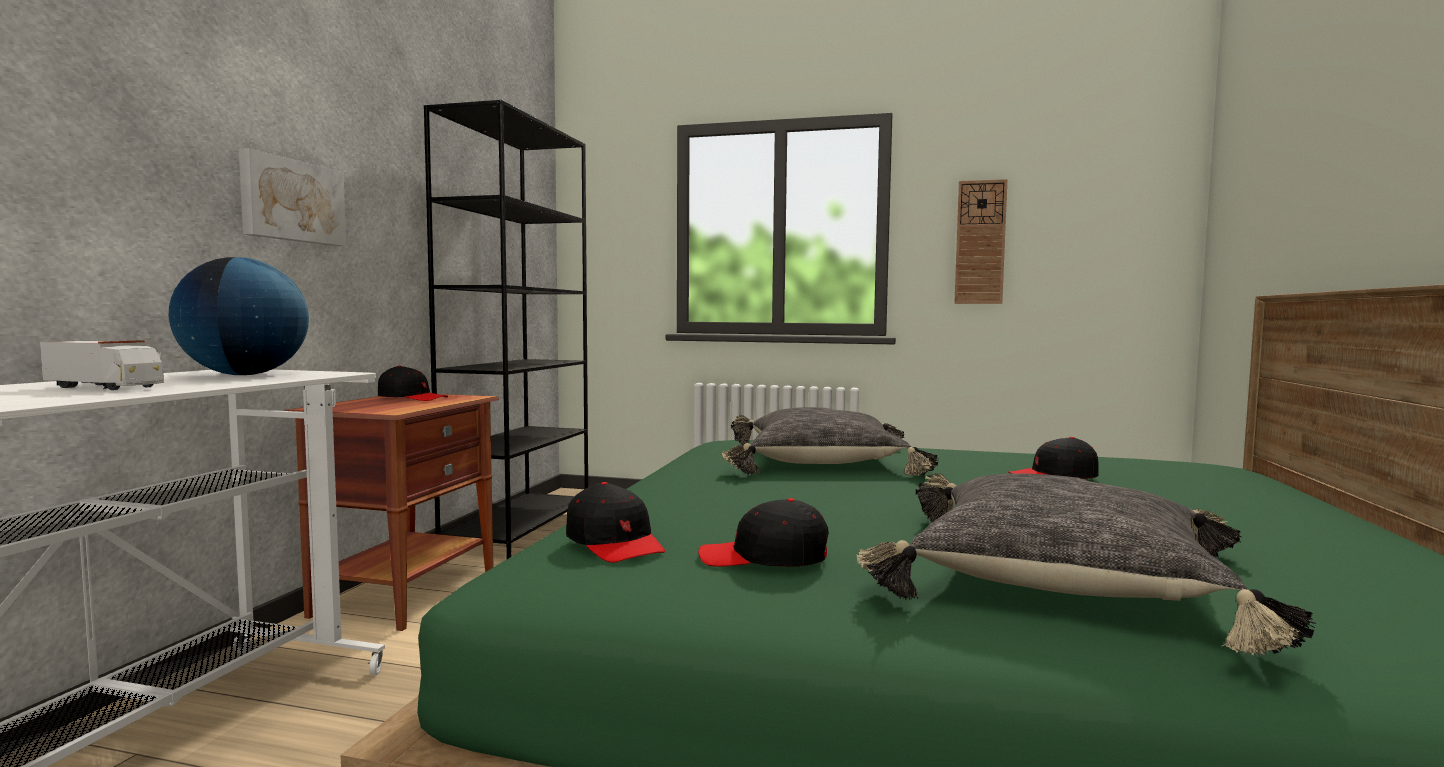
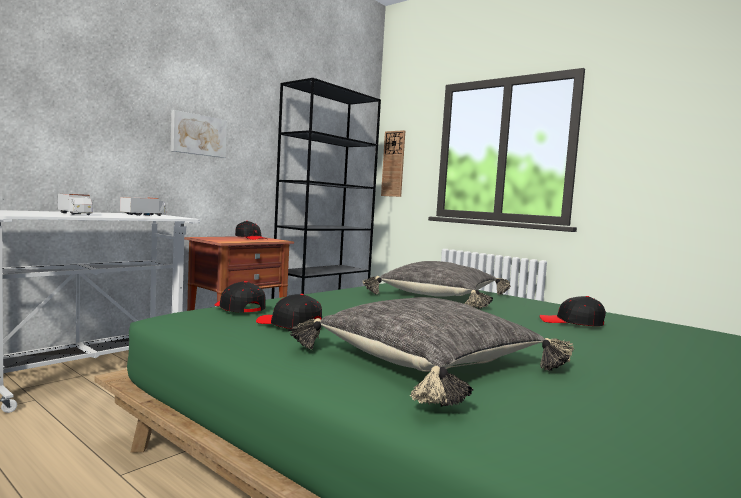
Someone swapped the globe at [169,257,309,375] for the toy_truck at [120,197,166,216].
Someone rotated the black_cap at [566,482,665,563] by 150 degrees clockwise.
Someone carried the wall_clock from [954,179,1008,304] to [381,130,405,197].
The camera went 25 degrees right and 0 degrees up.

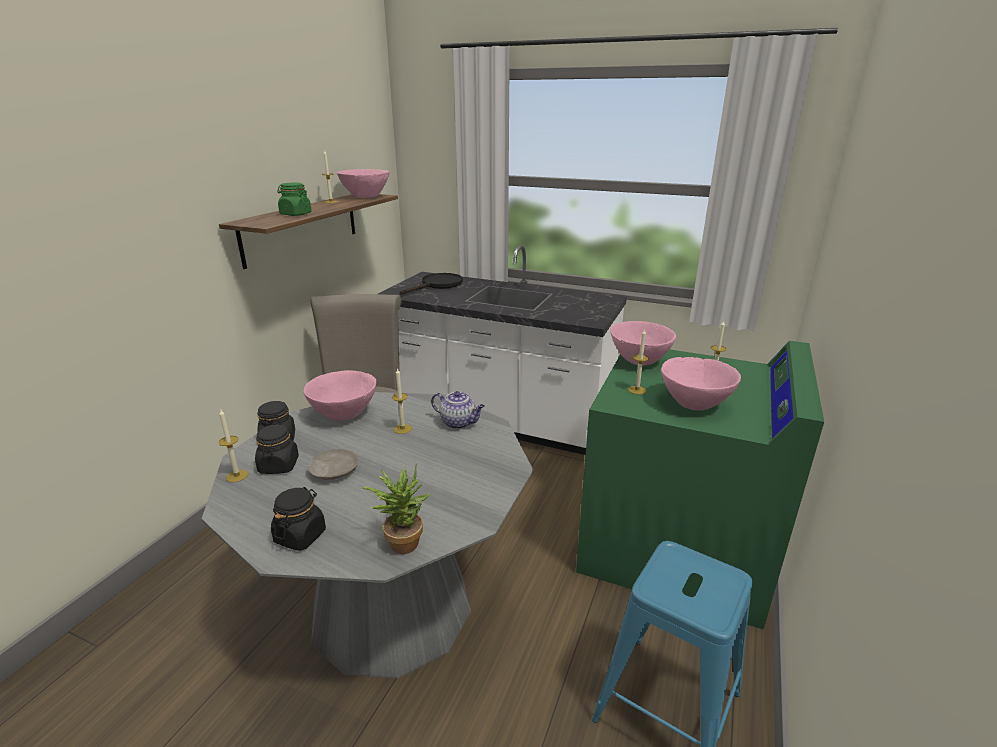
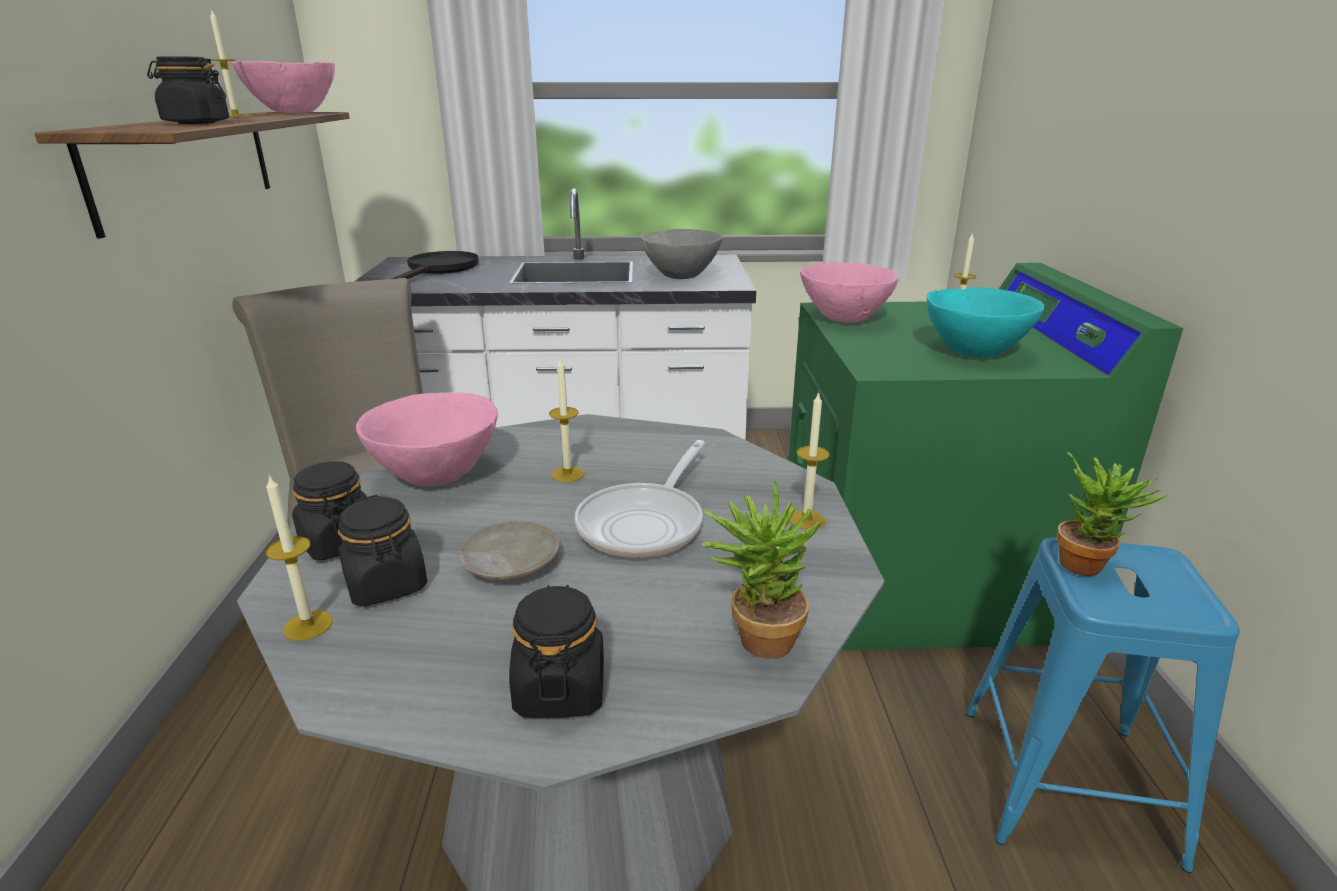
Someone repainted the green_jar at [277,183,312,216], which became the black_jar at [147,56,229,124].
Someone put down the frying_pan at [575,440,705,558].
Someone put down the grey_bowl at [640,229,722,279].
Someone carried the candle from [628,329,649,394] to [789,391,829,530].
Someone repainted the pink_bowl at [661,357,741,411], which became the turquoise_bowl at [927,287,1044,358].
Someone put down the potted_plant at [1056,453,1168,576].
Someone took away the teapot at [431,391,485,429].
The camera went 25 degrees left and 0 degrees up.

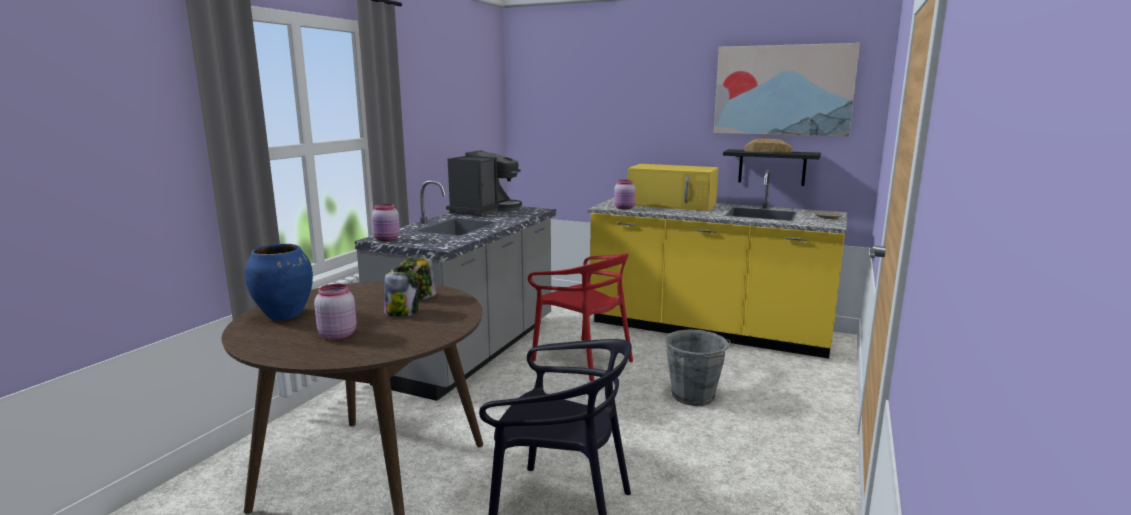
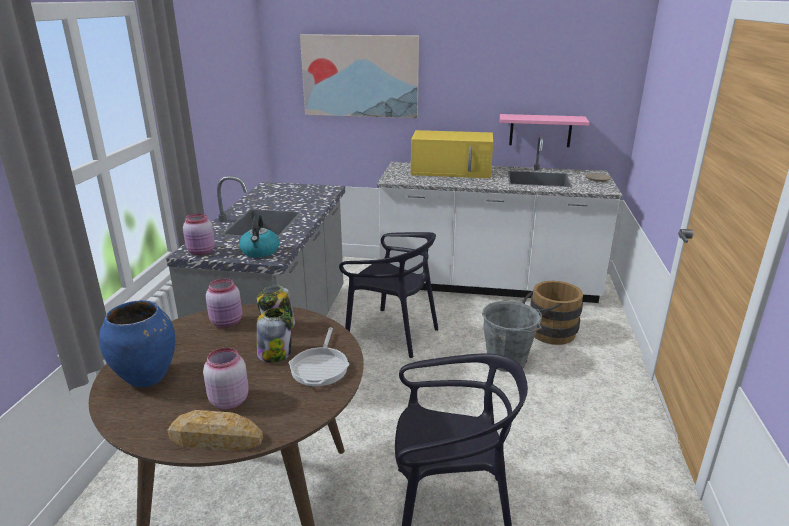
Someone carried the bread from [744,138,792,153] to [167,410,263,451].
Someone carried the pink_jar from [614,180,635,209] to [206,279,242,328].
Someone put down the kettle at [239,215,279,258].
Someone put down the frying_pan at [289,327,350,387].
Someone carried the picture from [714,43,860,137] to [300,34,419,118].
Someone repainted the red_chair at [528,253,633,381], which became the black_chair at [339,232,439,358].
Someone repainted the yellow_counter at [588,170,847,359], which became the white_counter at [377,135,623,303].
Someone repainted the black_shelf at [723,149,821,186], which became the pink_shelf at [500,114,590,147].
Someone put down the brown_bucket at [522,281,583,345].
Someone took away the coffee_machine at [446,150,522,216].
The camera went 15 degrees left and 10 degrees up.

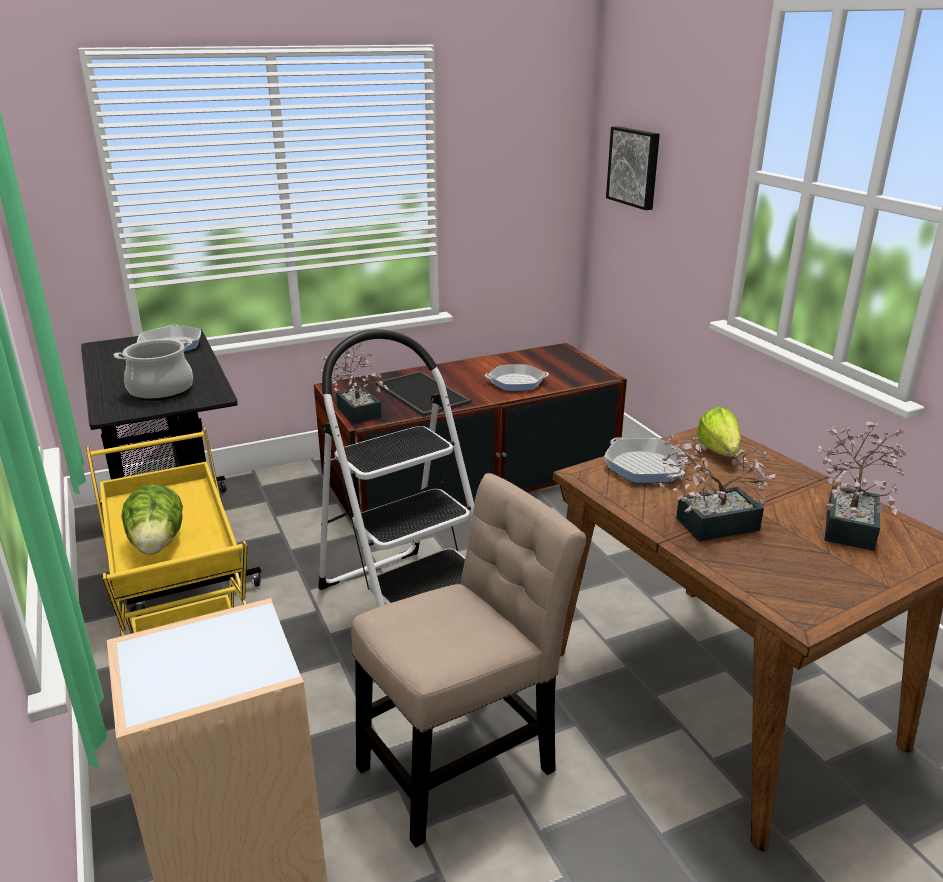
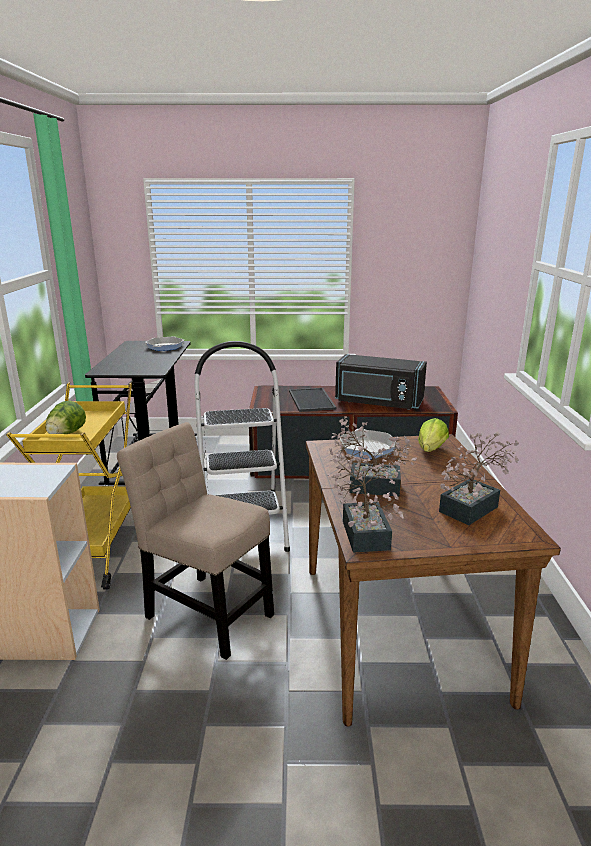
Someone rotated the beige_chair at [351,473,586,847] by 135 degrees counterclockwise.
Someone carried the potted_plant from [320,343,389,424] to [327,446,404,552].
Someone swapped the frying_pan at [485,364,549,391] for the black_microwave at [335,354,427,410].
Someone took away the cooking_pot at [114,339,193,401].
Someone took away the picture at [606,126,660,210].
The camera went 25 degrees right and 5 degrees down.

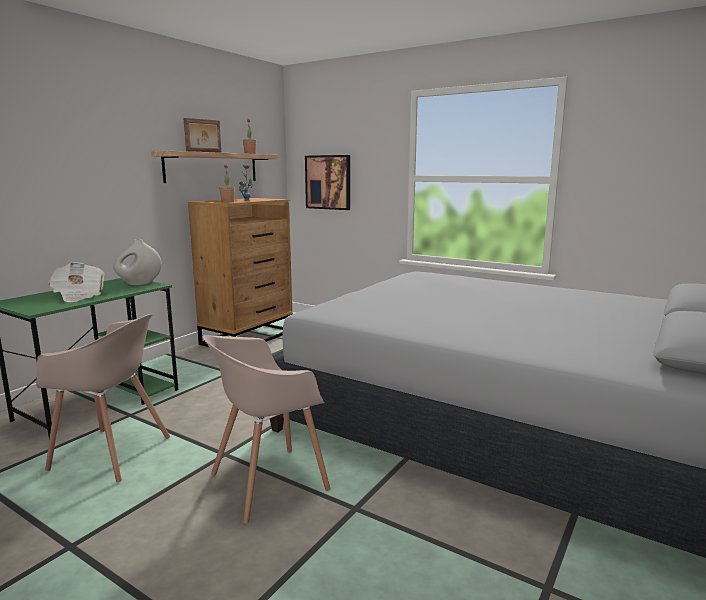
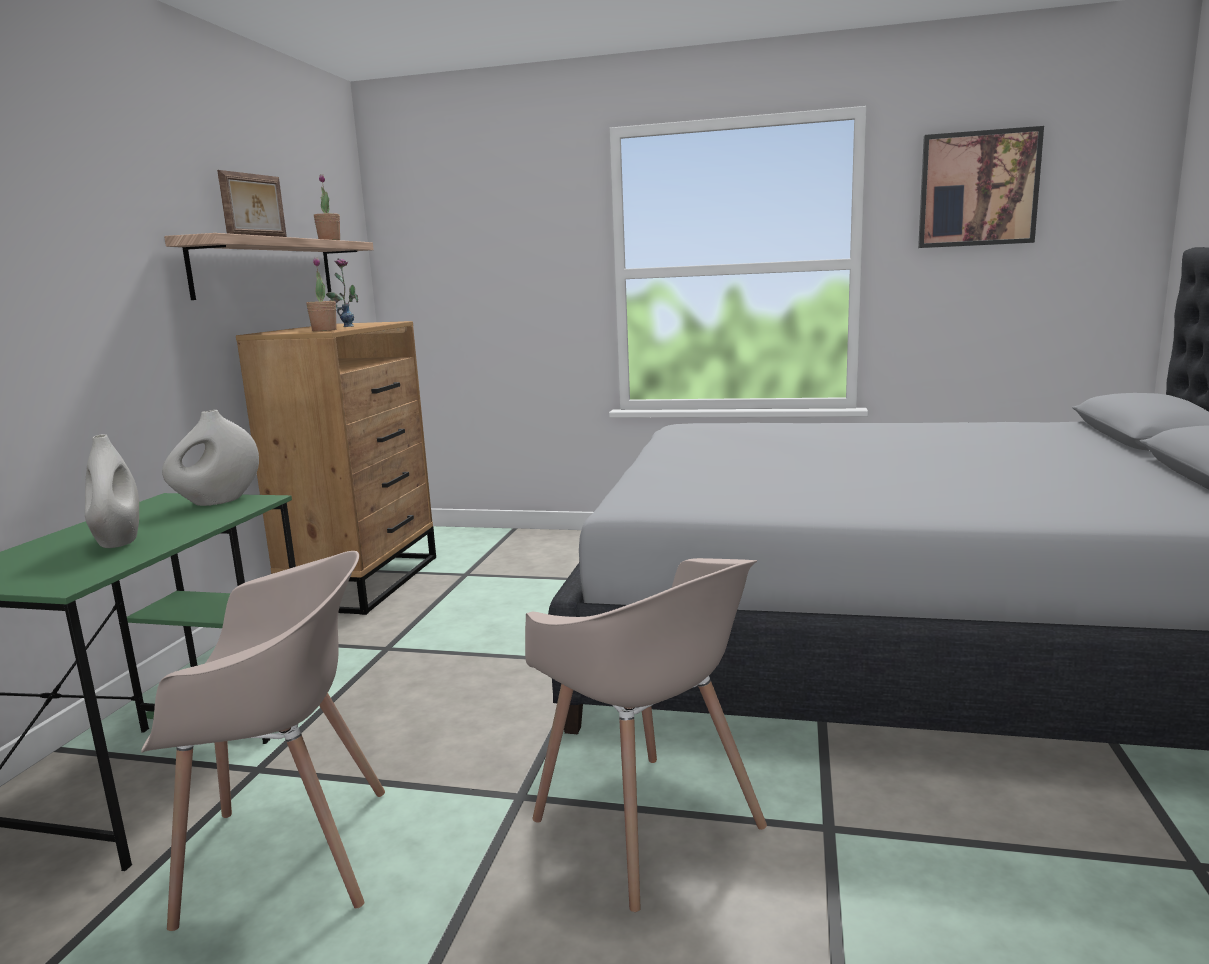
Someone swapped the newspaper at [48,262,105,302] for the white_vase at [85,434,139,548].
Someone rotated the beige_chair at [202,335,330,524] by 75 degrees counterclockwise.
Someone carried the picture from [305,155,350,210] to [918,126,1044,248].
The camera went 20 degrees left and 0 degrees up.

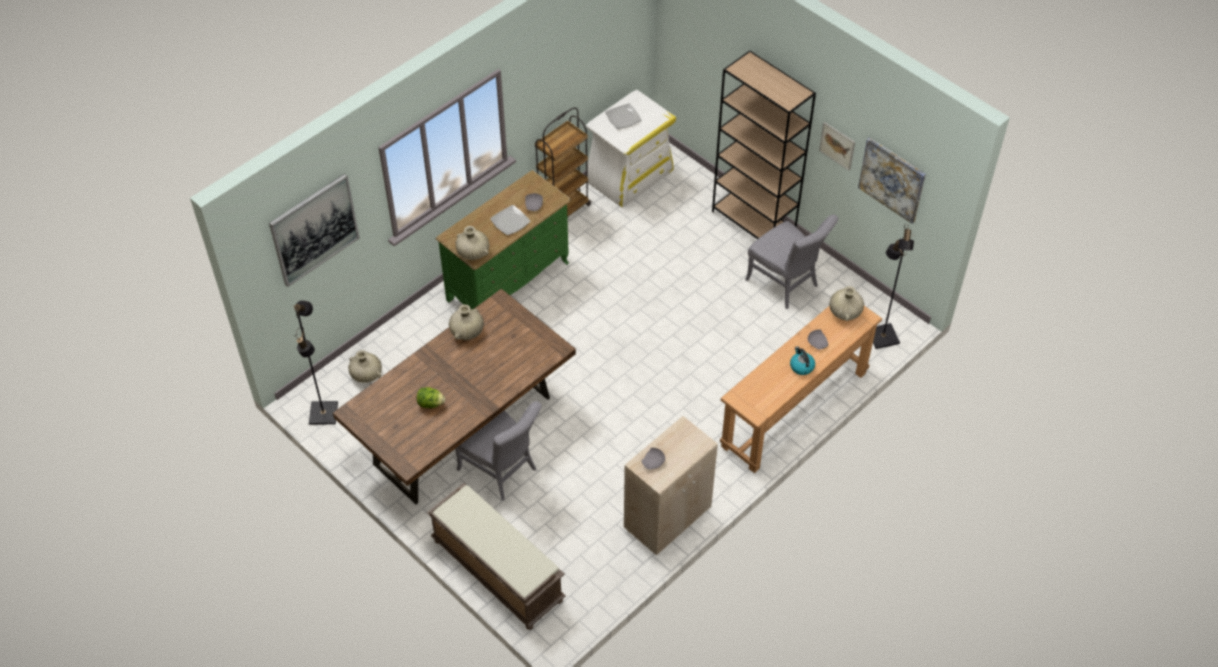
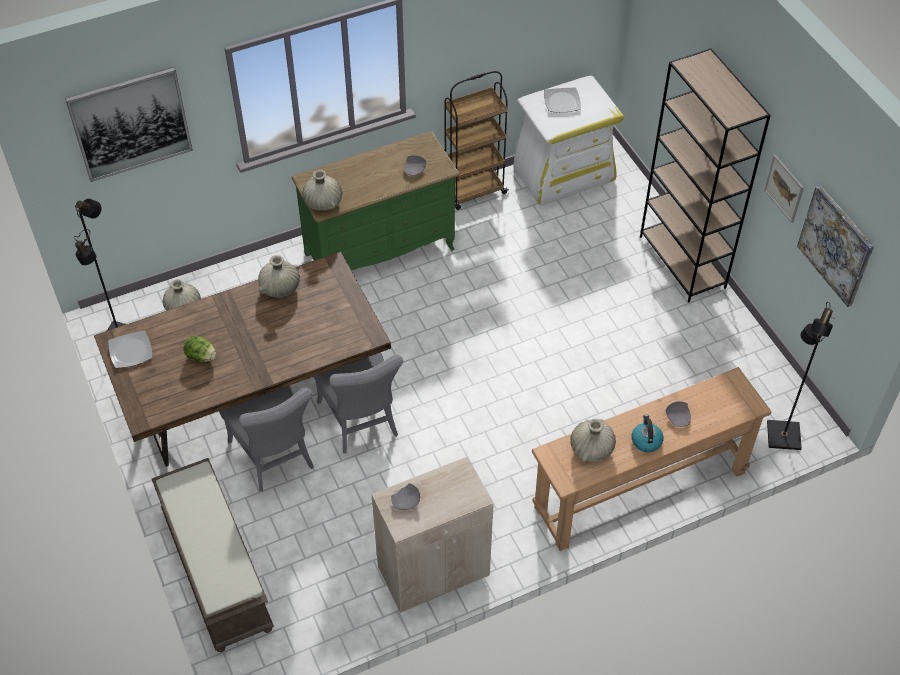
Someone carried the plate from [490,205,530,235] to [108,330,153,368].
Someone carried the grey_chair from [745,214,838,309] to [314,352,403,453].
Someone carried the beige_vase from [829,286,864,321] to [570,419,616,462].
The camera went 20 degrees right and 0 degrees up.

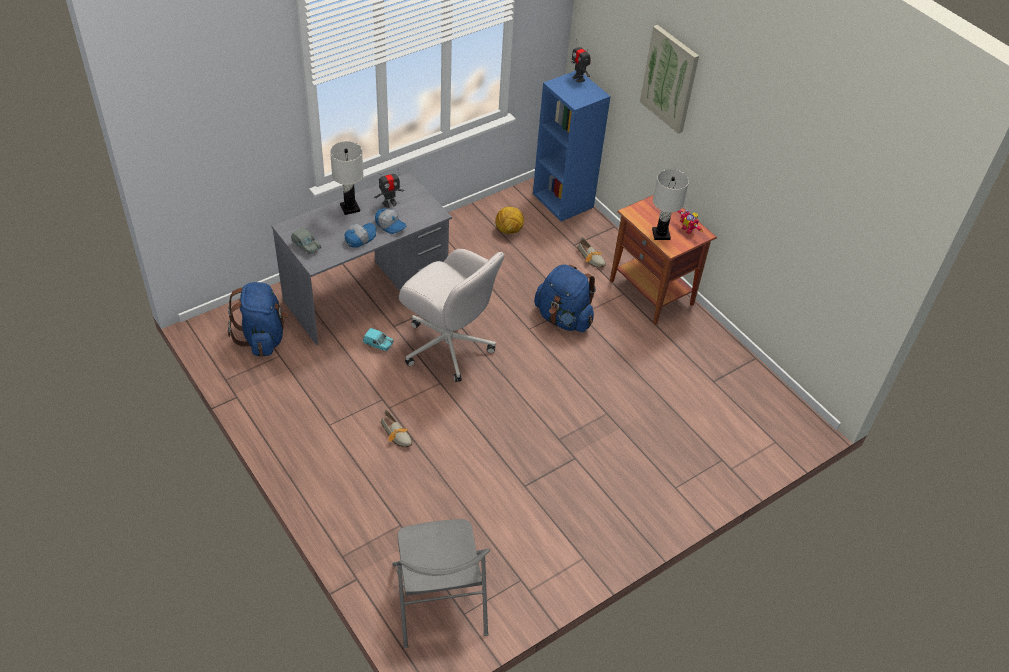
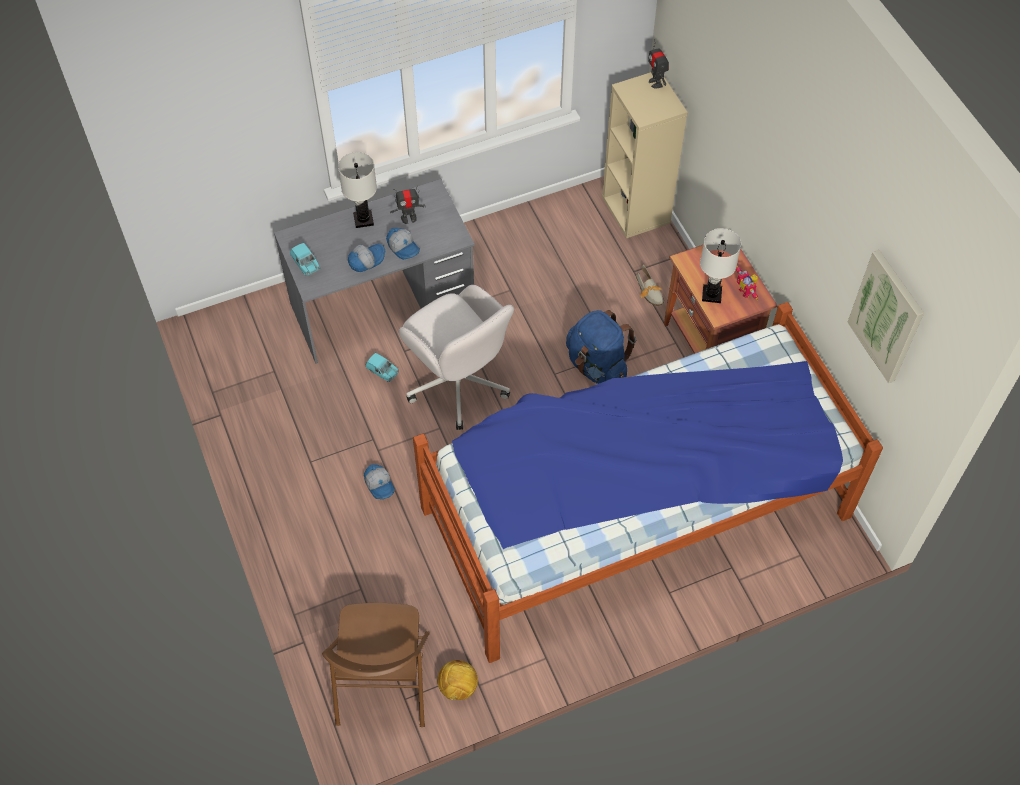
Someone repainted the grey_toy_car at [291,227,321,254], which became the turquoise_toy_car at [290,243,320,276].
Someone repainted the grey_chair at [392,519,490,648], which became the brown_chair at [322,603,430,727].
Someone swapped the shoe at [381,409,413,447] for the cap at [364,464,395,499].
Someone put down the bed at [413,302,883,663].
Someone carried the football from [495,207,524,234] to [437,660,478,700].
Someone repainted the blue_bookcase at [533,71,611,222], which became the beige_bookcase at [602,72,687,238].
Someone carried the picture from [640,25,699,134] to [847,250,924,383].
Someone took away the blue_backpack at [228,282,288,357].
The camera went 15 degrees right and 10 degrees up.

